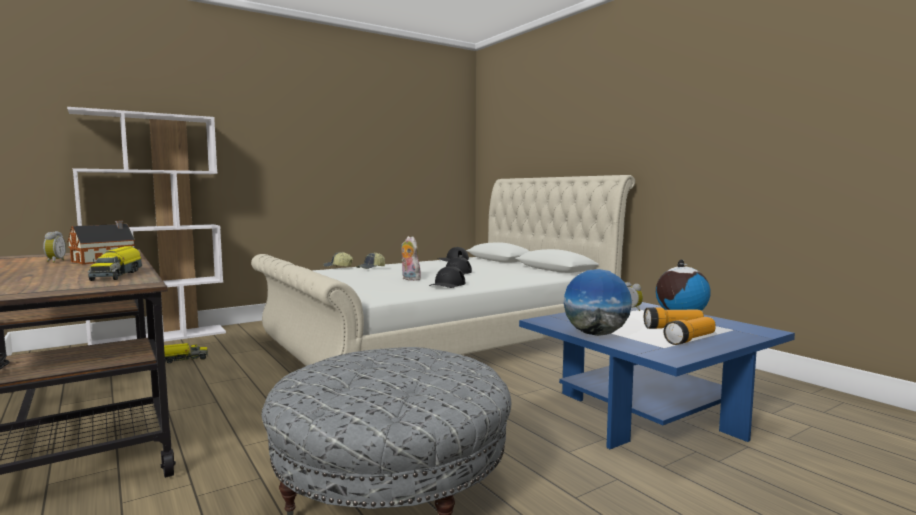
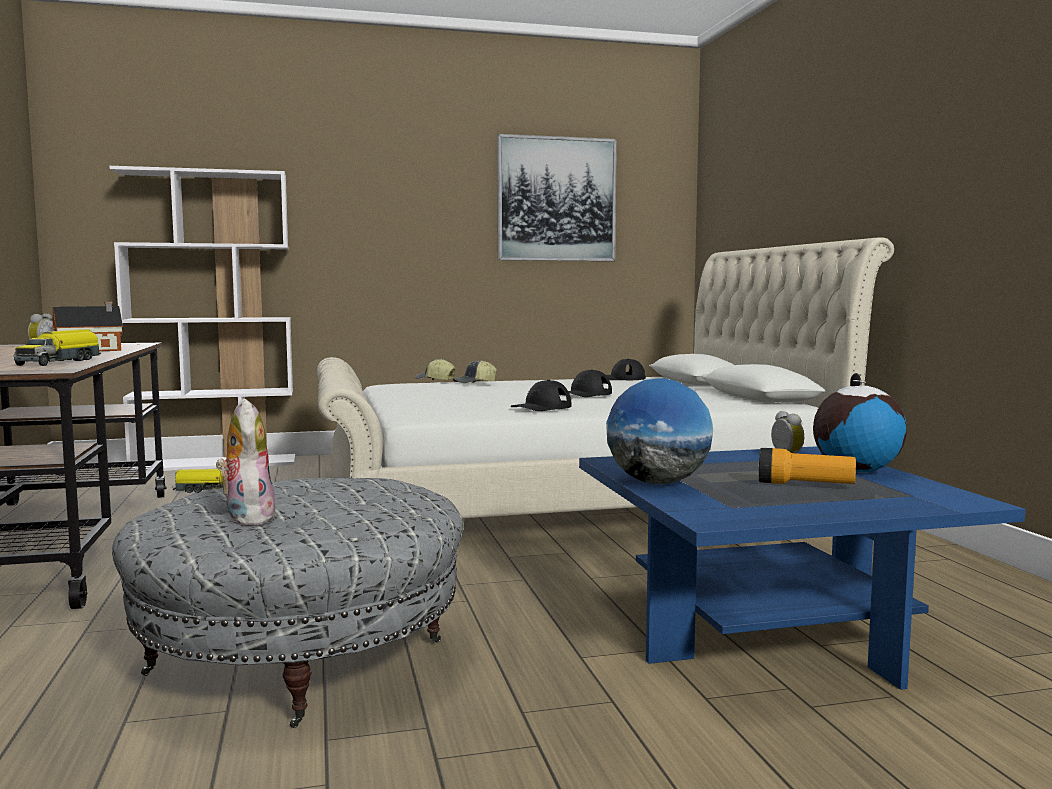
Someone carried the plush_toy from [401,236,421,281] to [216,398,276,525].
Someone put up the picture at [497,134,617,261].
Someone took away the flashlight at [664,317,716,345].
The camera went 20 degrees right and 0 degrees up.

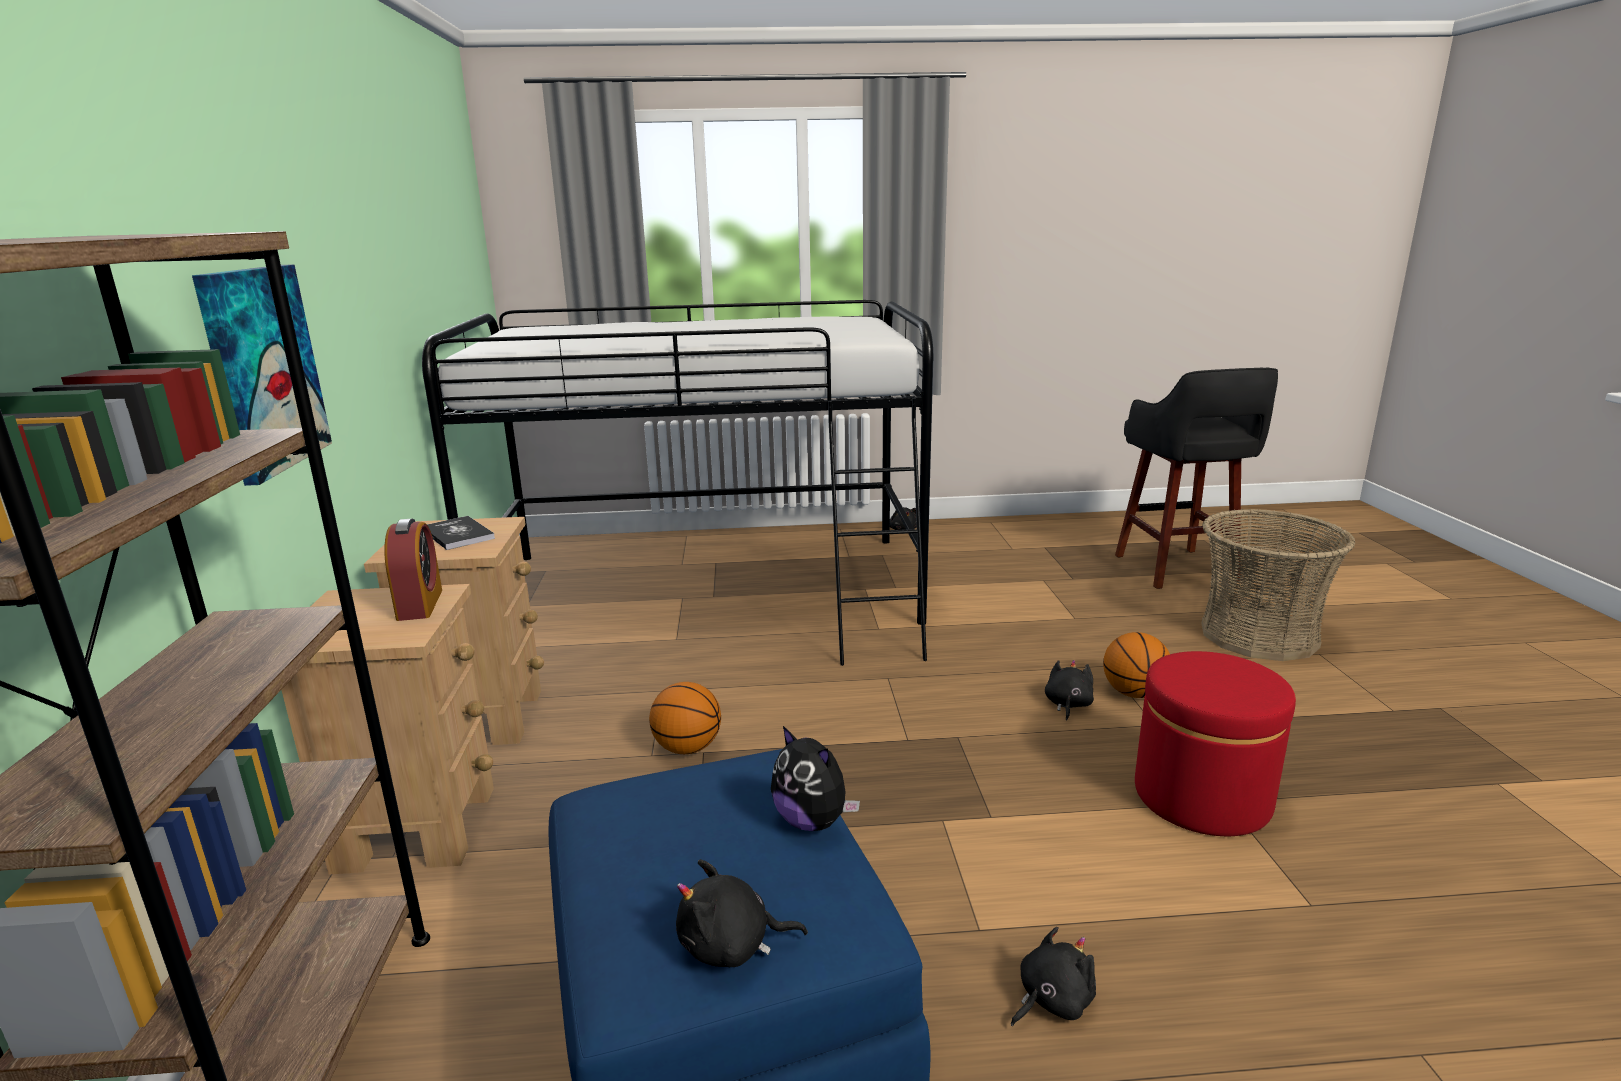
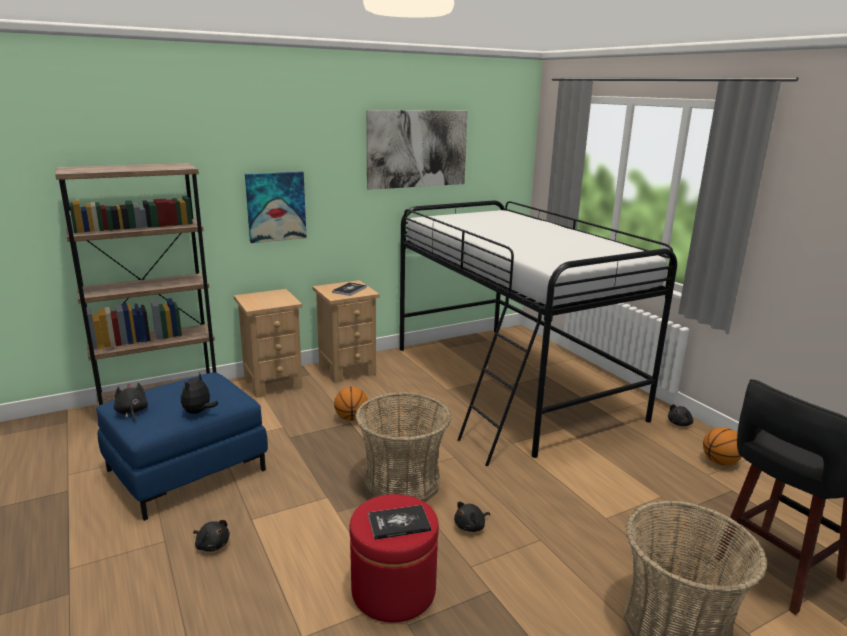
Someone put down the basket at [355,392,451,502].
Someone put up the picture at [366,110,468,190].
Someone put down the book at [368,505,431,540].
Someone rotated the black_plush_toy at [1045,660,1094,721] by 150 degrees clockwise.
Someone carried the basketball from [1103,632,1170,698] to [703,427,742,466].
Someone took away the alarm_clock at [384,519,442,621].
The camera went 65 degrees right and 0 degrees up.

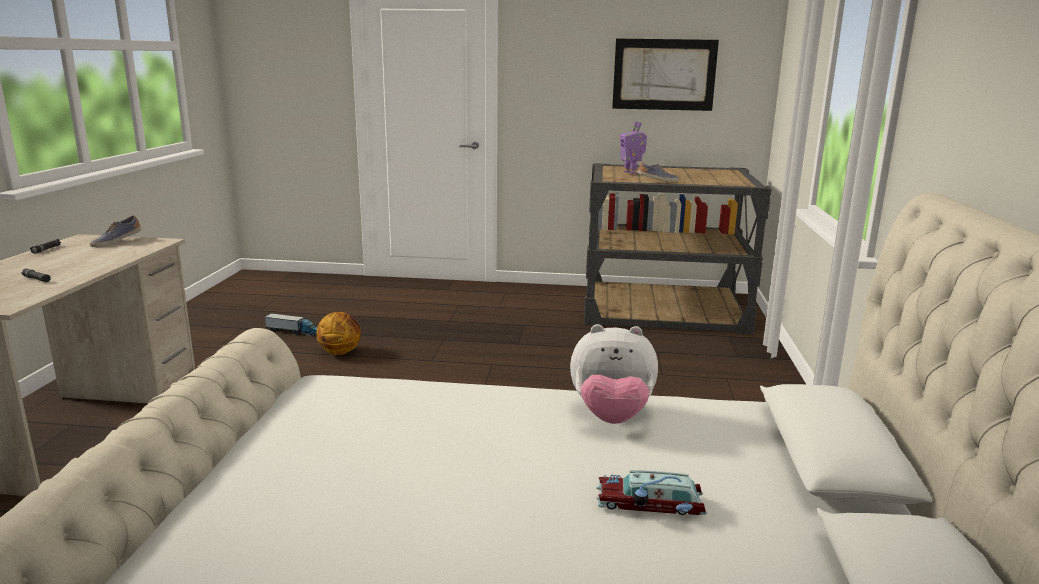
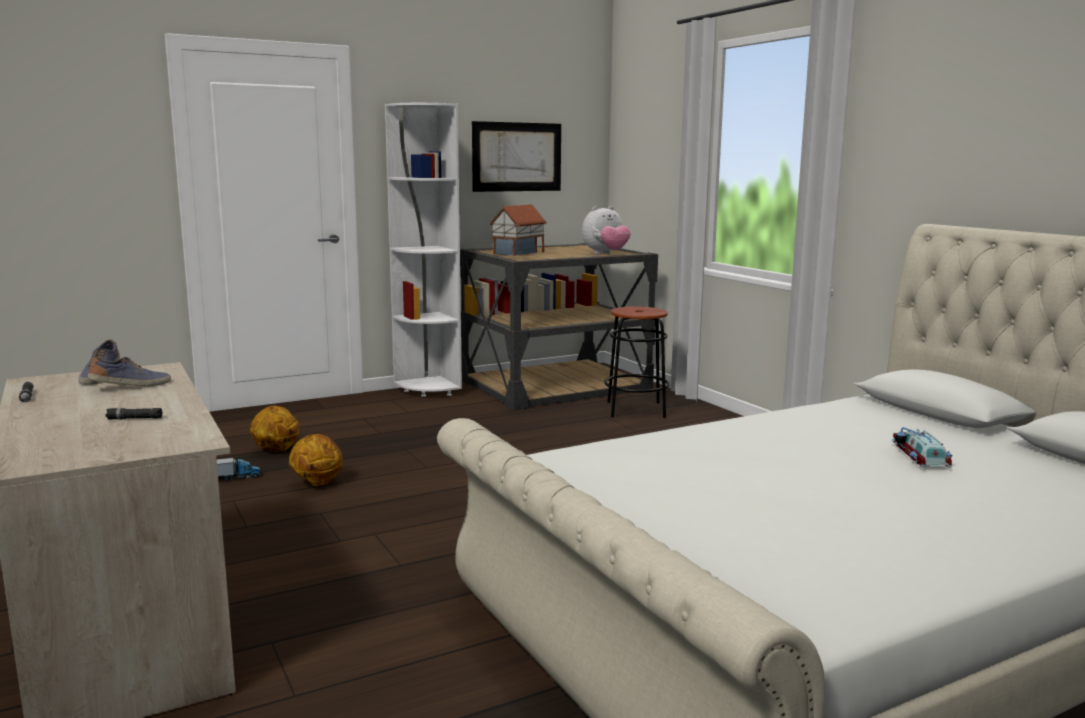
Someone carried the shoe from [637,162,679,182] to [88,357,171,386].
Someone put down the basketball at [250,406,300,451].
Someone put down the white_bookcase at [385,103,462,397].
Someone swapped the toy_robot at [620,121,647,174] for the toy_house at [489,204,547,256].
Someone carried the plush_toy from [570,324,658,424] to [582,206,631,254].
Someone put down the black_stool at [604,307,670,418].
Someone rotated the toy_car at [596,470,707,515] by 120 degrees clockwise.
The camera went 35 degrees left and 5 degrees down.

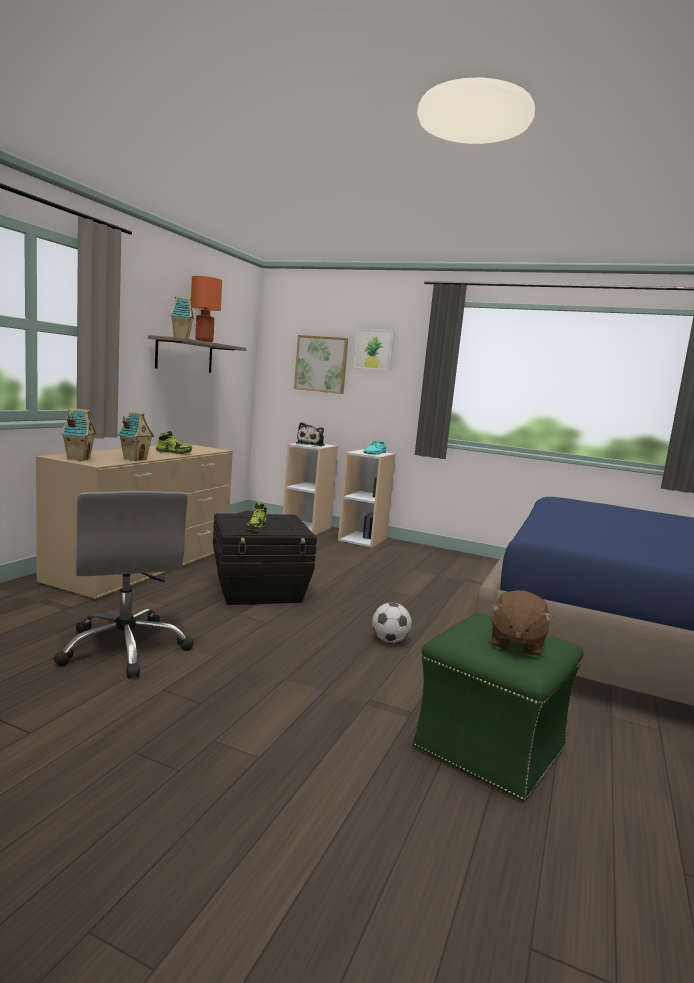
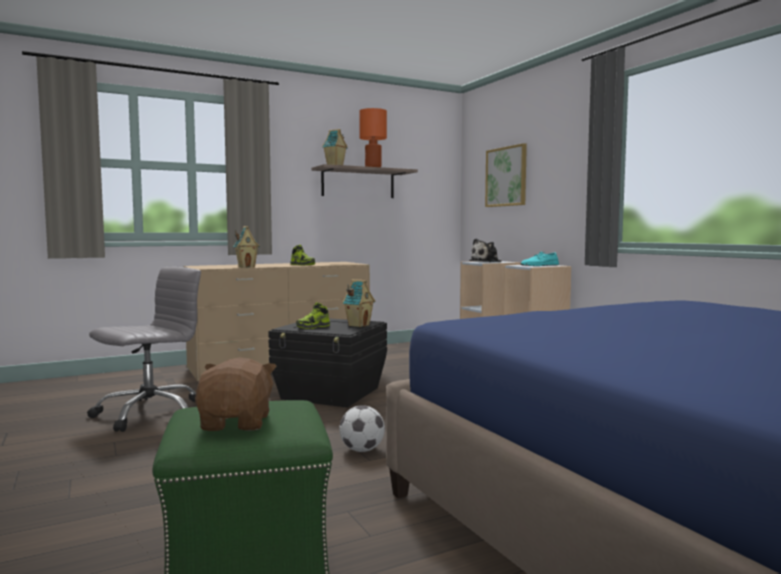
Someone rotated the grey_office_chair at [53,491,194,678] by 150 degrees counterclockwise.
Someone rotated the brown_plush_toy at [490,591,554,657] by 120 degrees clockwise.
Someone carried the toy_house from [61,408,96,461] to [342,279,375,327].
Someone took away the picture at [354,329,395,371].
The camera went 40 degrees right and 5 degrees down.

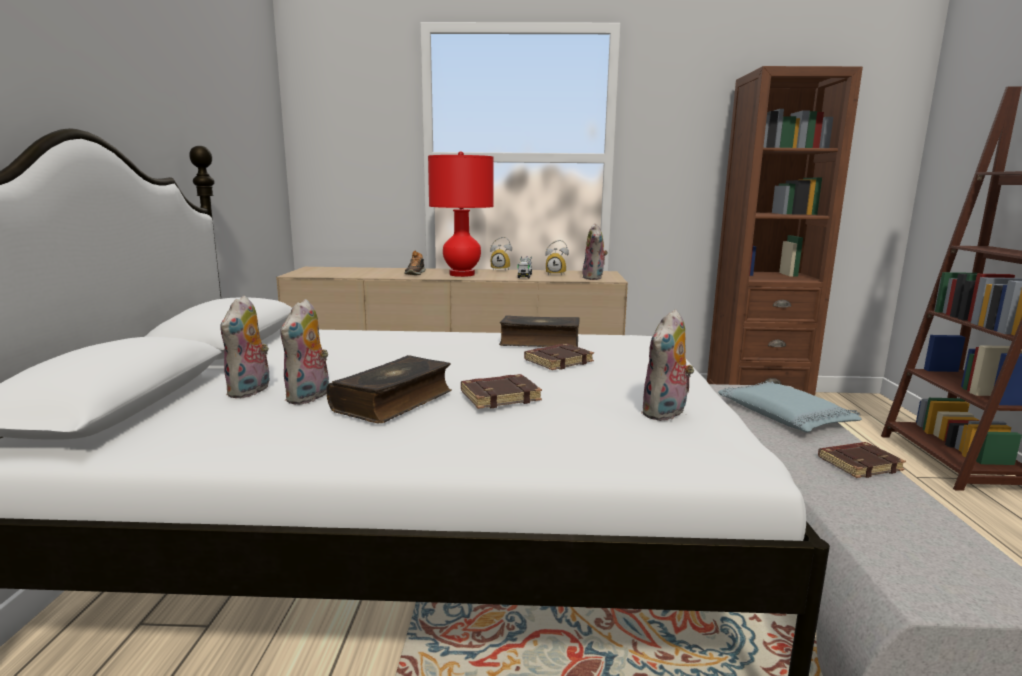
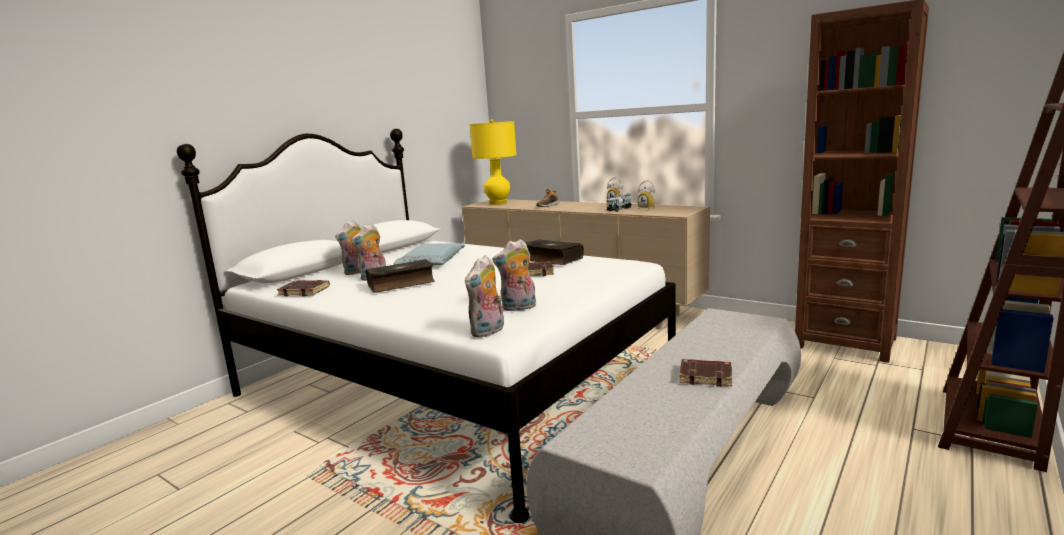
Someone carried the brown_book from [461,374,542,409] to [277,280,330,296].
Someone carried the blue_pillow from [718,381,862,432] to [393,243,465,265].
Someone carried the plush_toy from [582,223,608,280] to [465,255,504,338].
Someone put down the yellow_table_lamp at [470,119,517,205].
Someone took away the red_table_lamp at [428,151,494,277].
The camera went 35 degrees right and 0 degrees up.

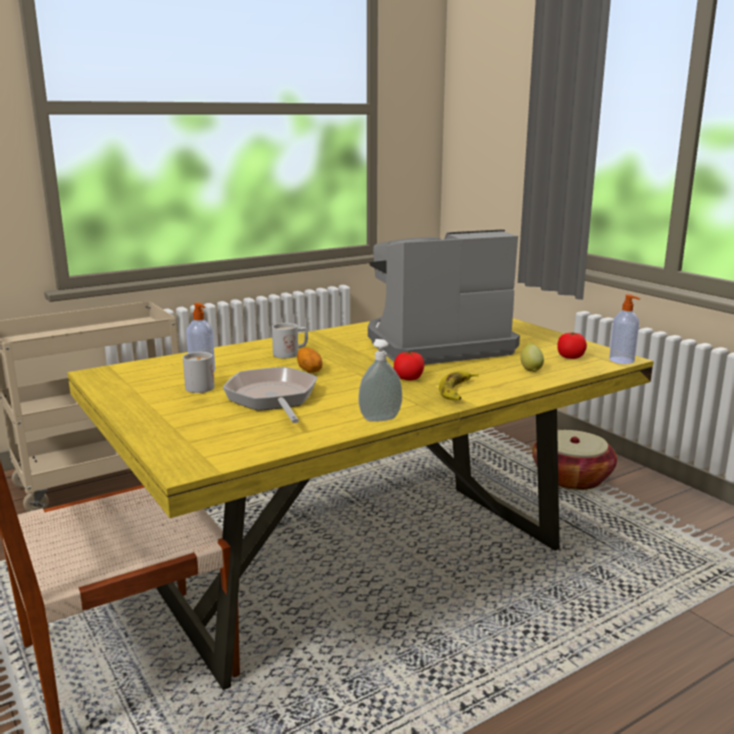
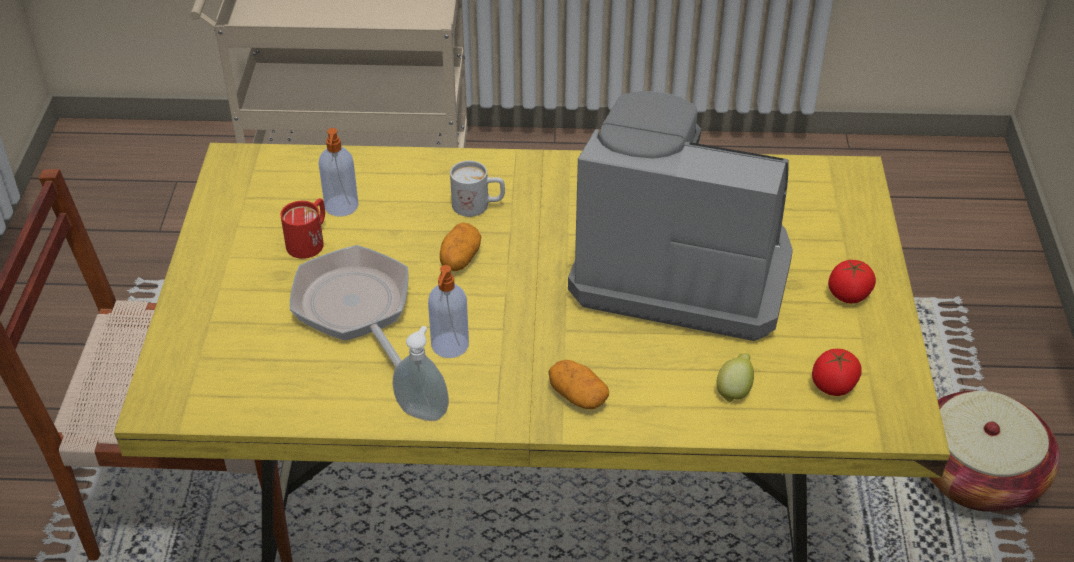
Someone repainted the white_mug at [183,352,214,393], which became the red_mug at [281,198,325,259].
Someone rotated the frying_pan at [223,367,317,423] by 45 degrees counterclockwise.
Someone carried the soap_dispenser from [609,294,640,364] to [428,265,469,358].
Someone swapped the banana at [439,371,479,400] for the potato at [548,360,609,409].
Someone carried the tomato from [394,351,425,381] to [828,260,876,304].
The camera went 35 degrees right and 25 degrees up.

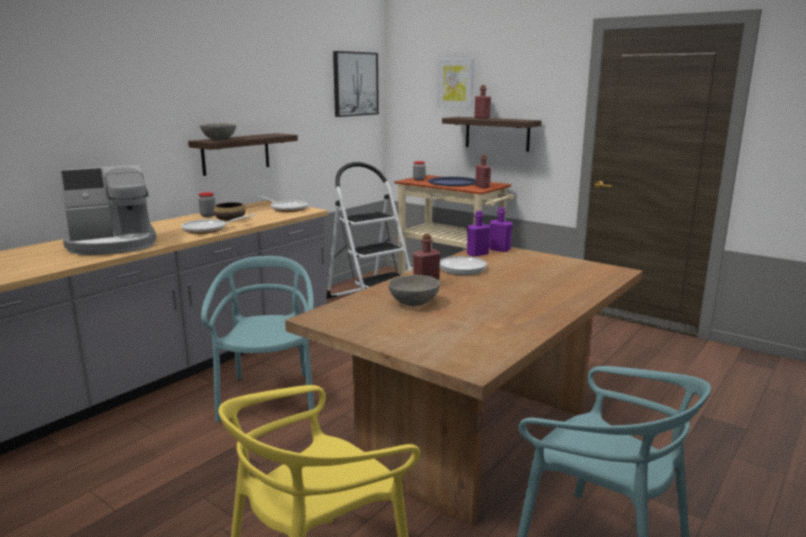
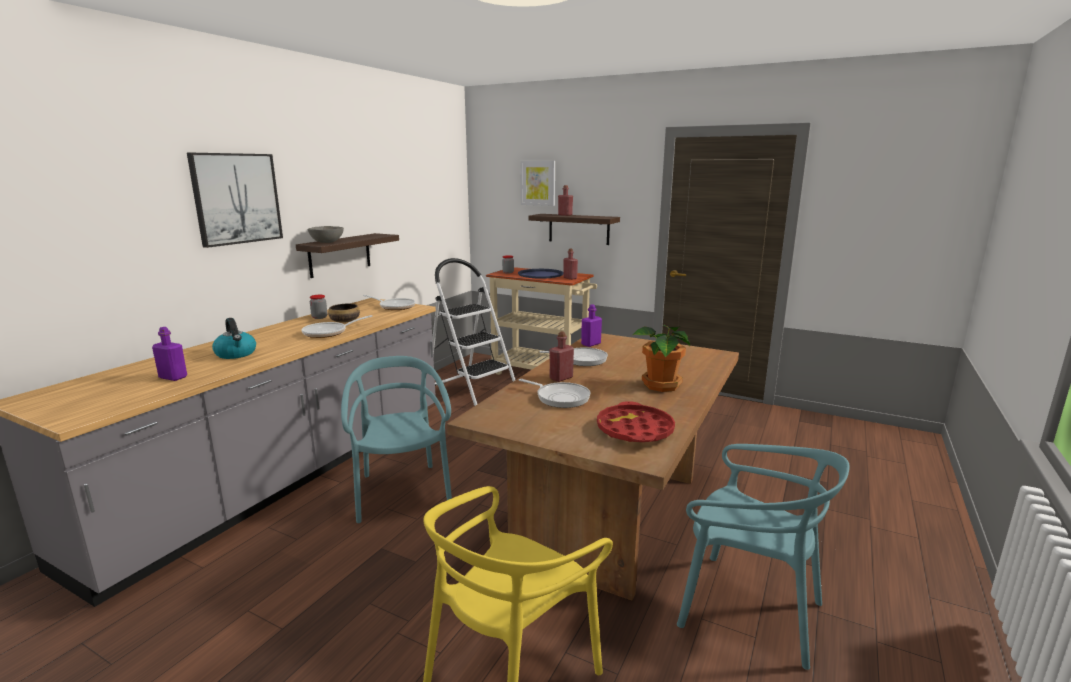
Someone carried the purple_bottle from [489,207,513,252] to [152,327,187,381].
Someone carried the picture from [333,51,379,117] to [187,153,283,248].
Someone swapped the coffee_machine at [60,165,157,255] for the kettle at [212,318,256,359].
Someone swapped the grey_bowl at [389,275,441,306] for the frying_pan at [519,379,590,408].
Someone put down the red_tray at [597,401,675,442].
Someone put down the potted_plant at [633,325,690,392].
The camera went 10 degrees left and 0 degrees up.

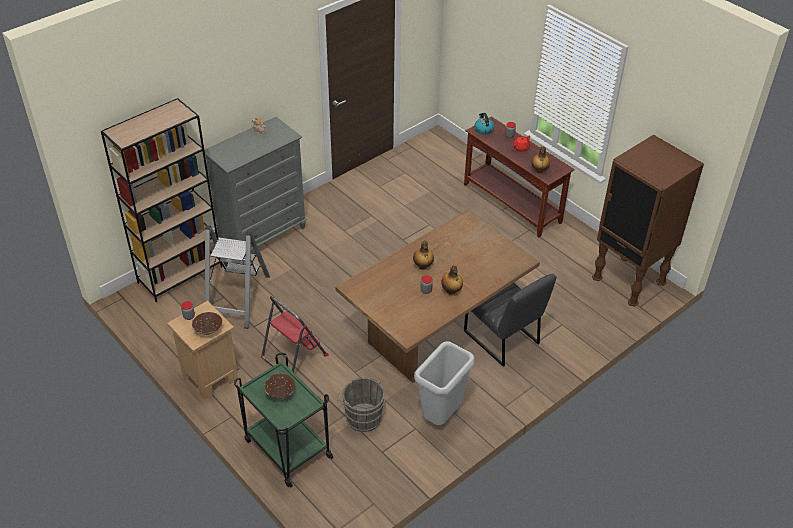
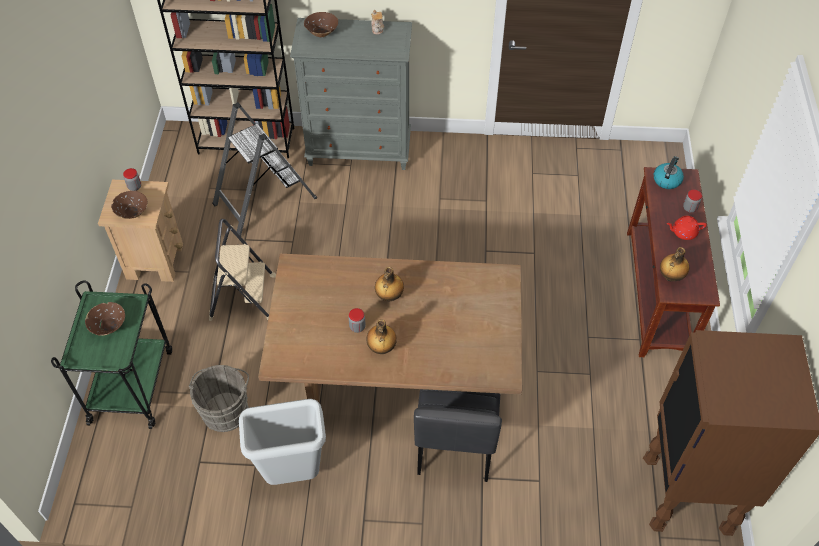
Someone repainted the red_step_ladder at [261,296,329,372], which became the beige_step_ladder at [209,219,276,321].
Someone put down the brown_bowl at [304,12,338,37].
The camera went 45 degrees right and 10 degrees up.

